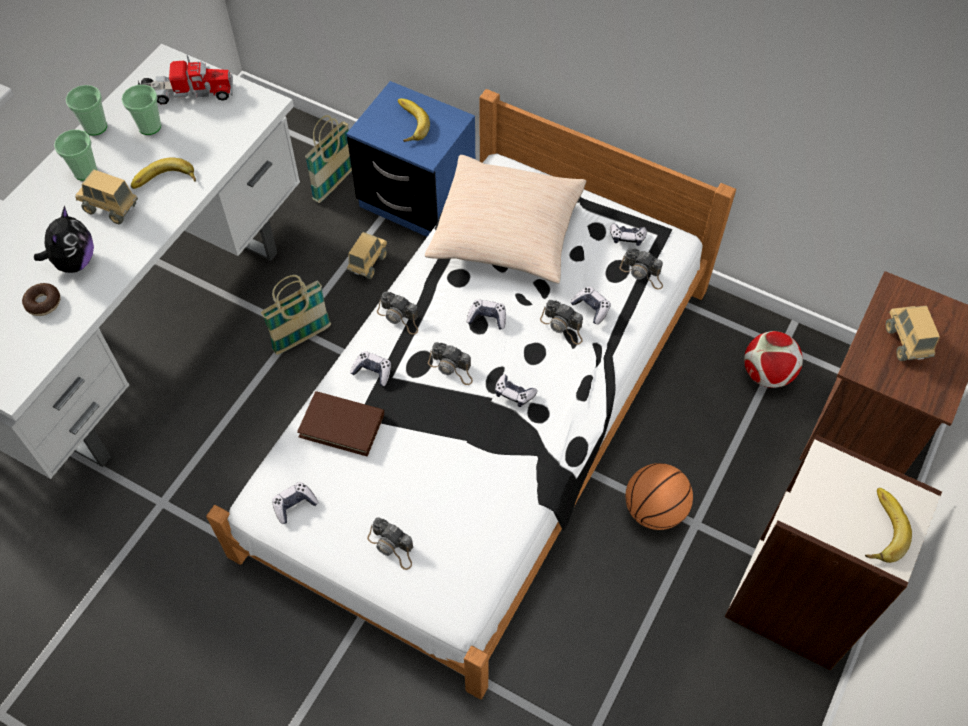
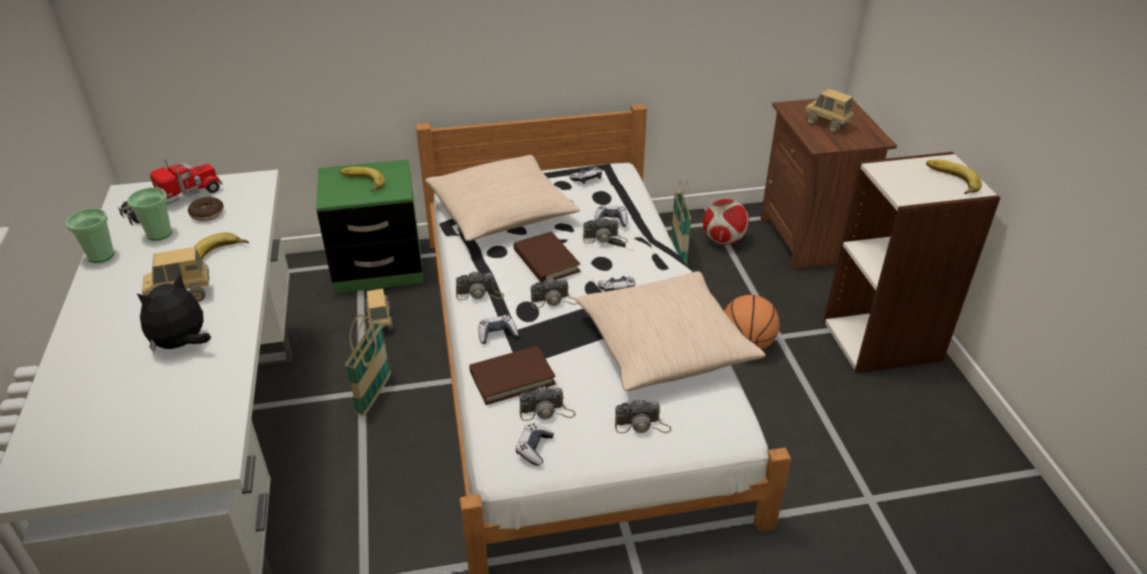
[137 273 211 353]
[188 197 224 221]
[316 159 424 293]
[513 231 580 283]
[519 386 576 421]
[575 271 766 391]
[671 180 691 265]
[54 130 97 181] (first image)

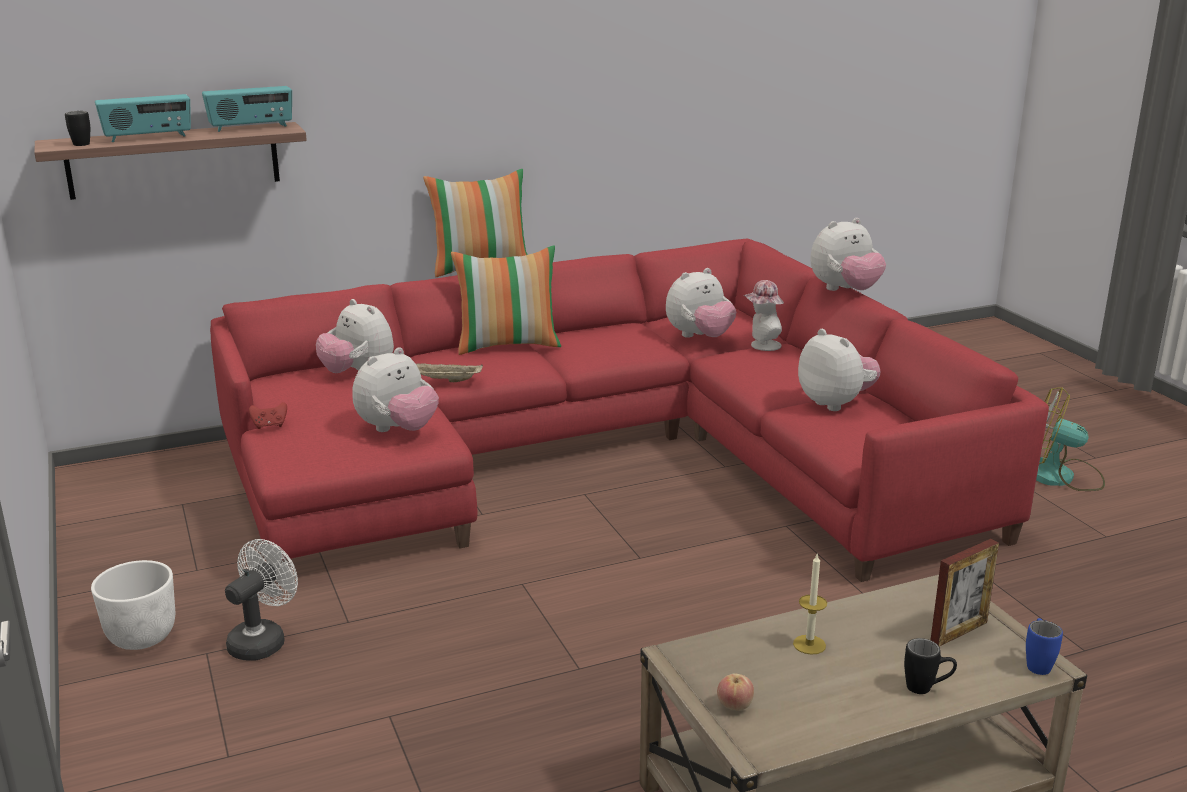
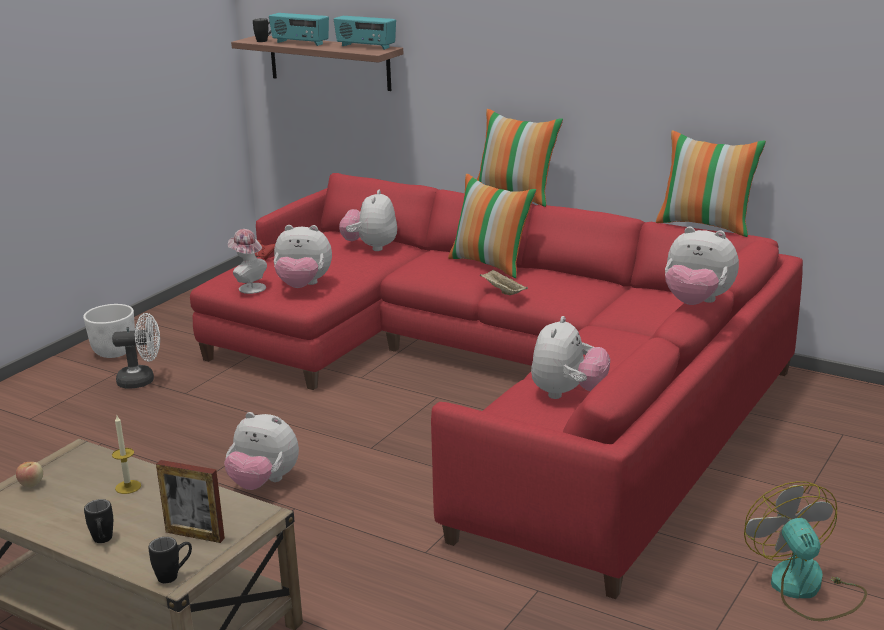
[148 537 192 583]
[224 412 299 490]
[228 229 267 294]
[480 270 528 295]
[656 131 766 237]

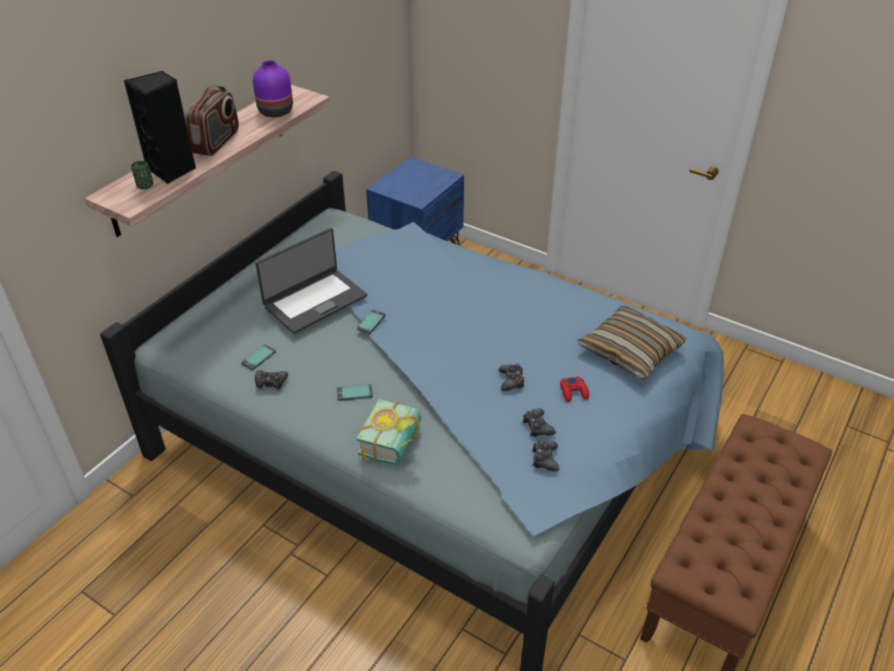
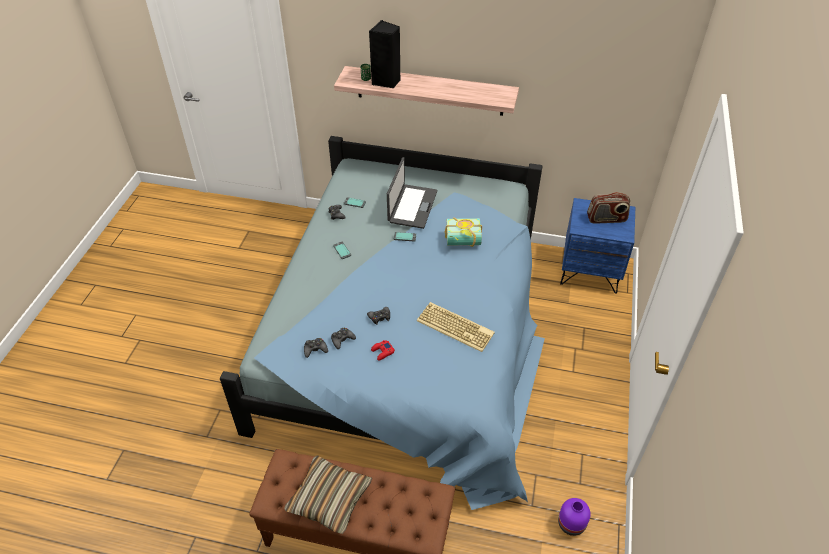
[284 456 372 534]
[387 157 437 229]
[417 302 495 352]
[445 217 482 247]
[558 498 591 536]
[587 192 630 224]

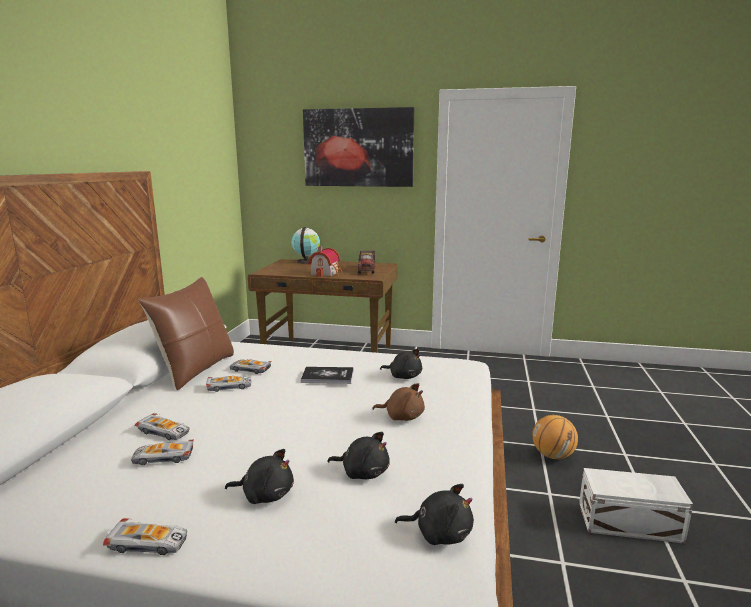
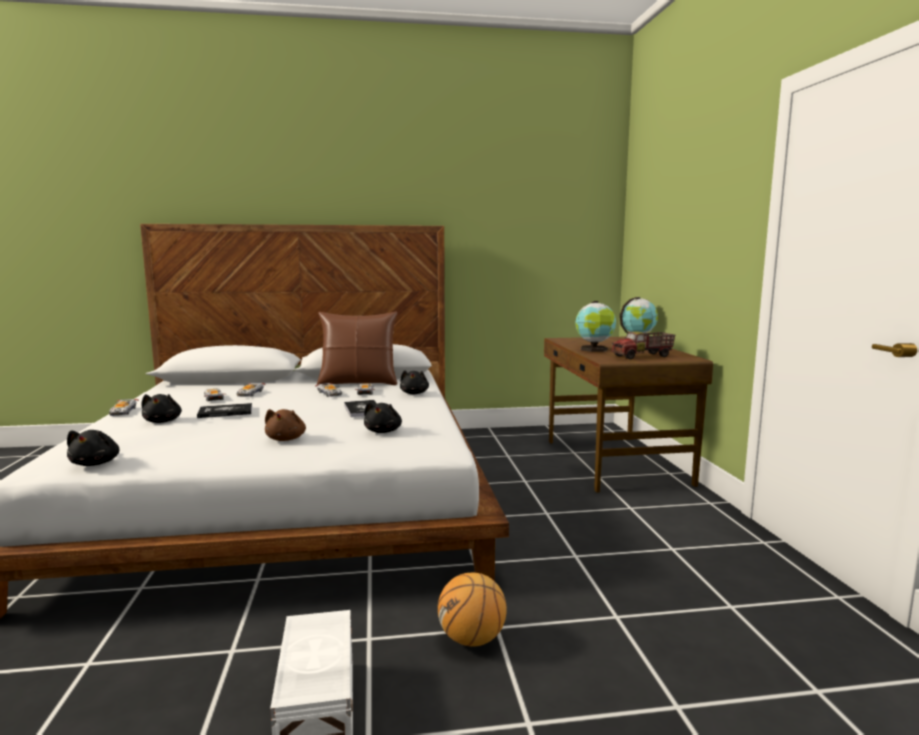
[197 403 252 418]
[400 370 429 394]
[575 301 616 352]
[303 107 414 187] (first image)

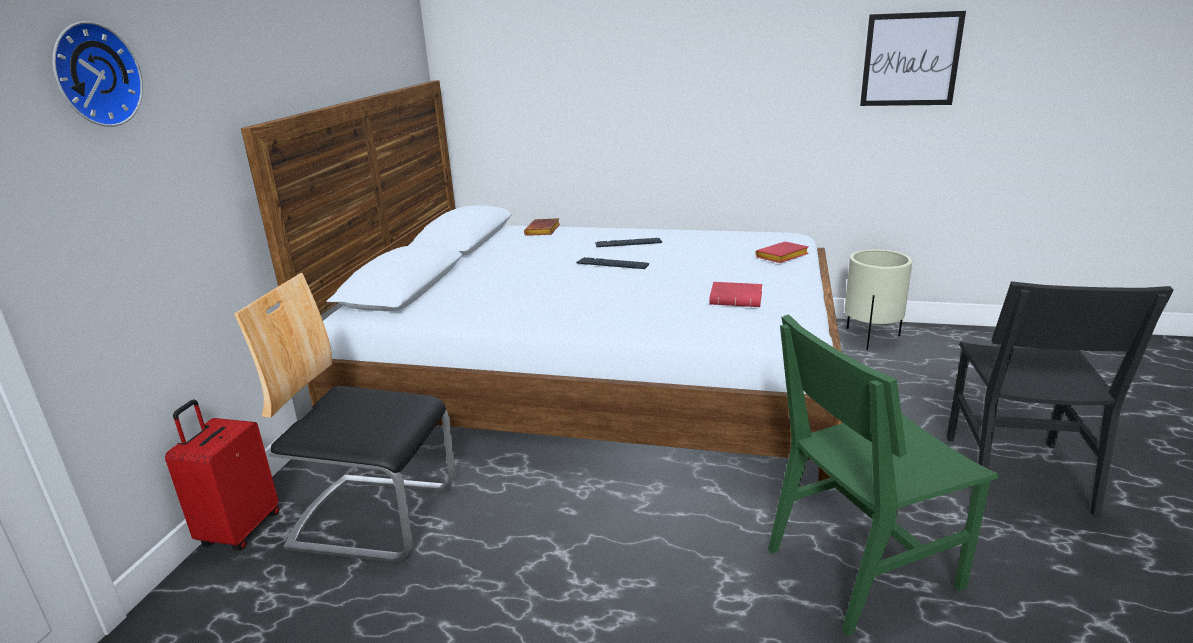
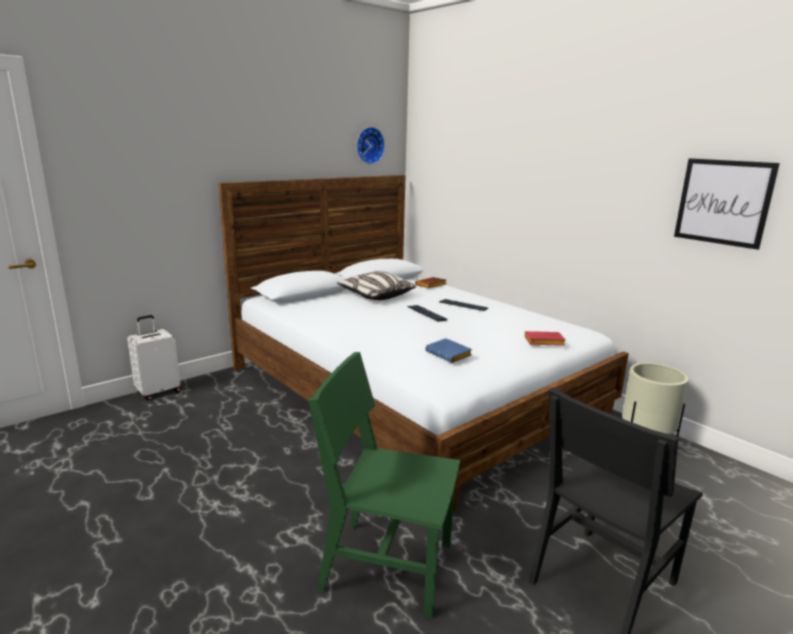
[127 315 181 400]
[337 271 416 300]
[356 127 385 164]
[426 338 472 363]
[234 273 456 562] (first image)

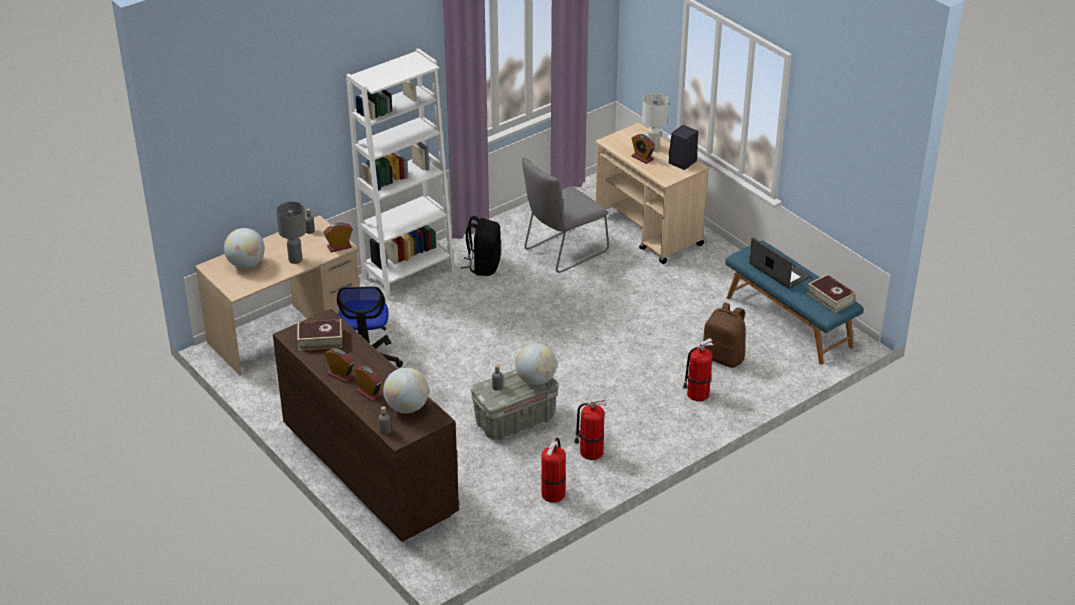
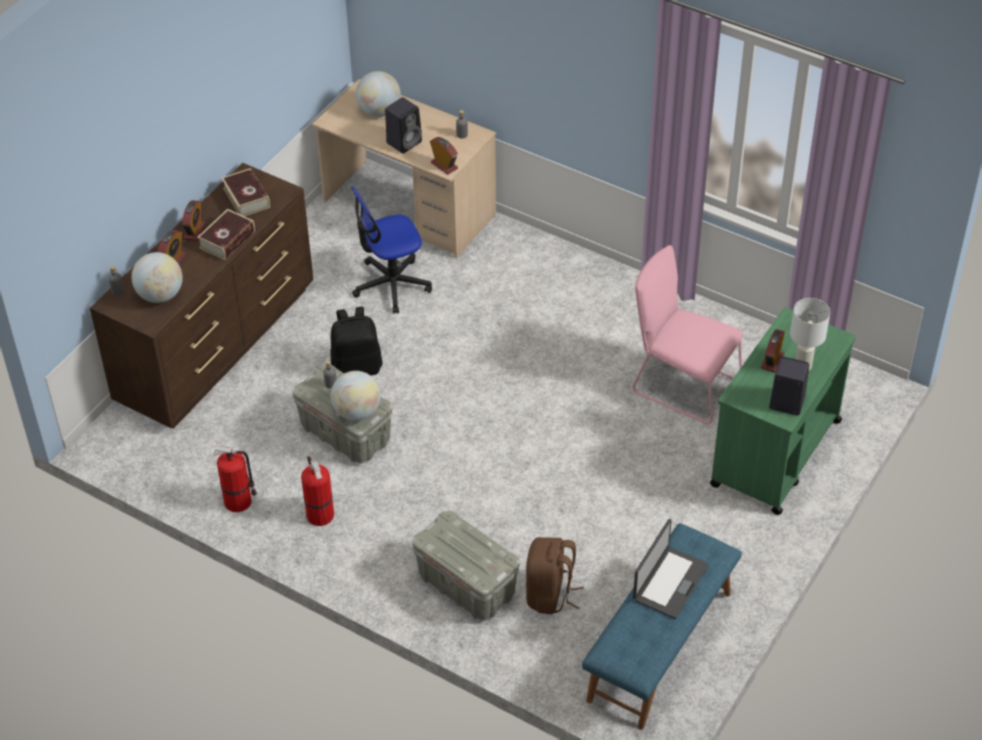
[197 209 255 260]
[330 307 383 376]
[385 97 422 154]
[412 510 520 621]
[633 245 744 424]
[710 307 856 515]
[346 48 454 300] (first image)

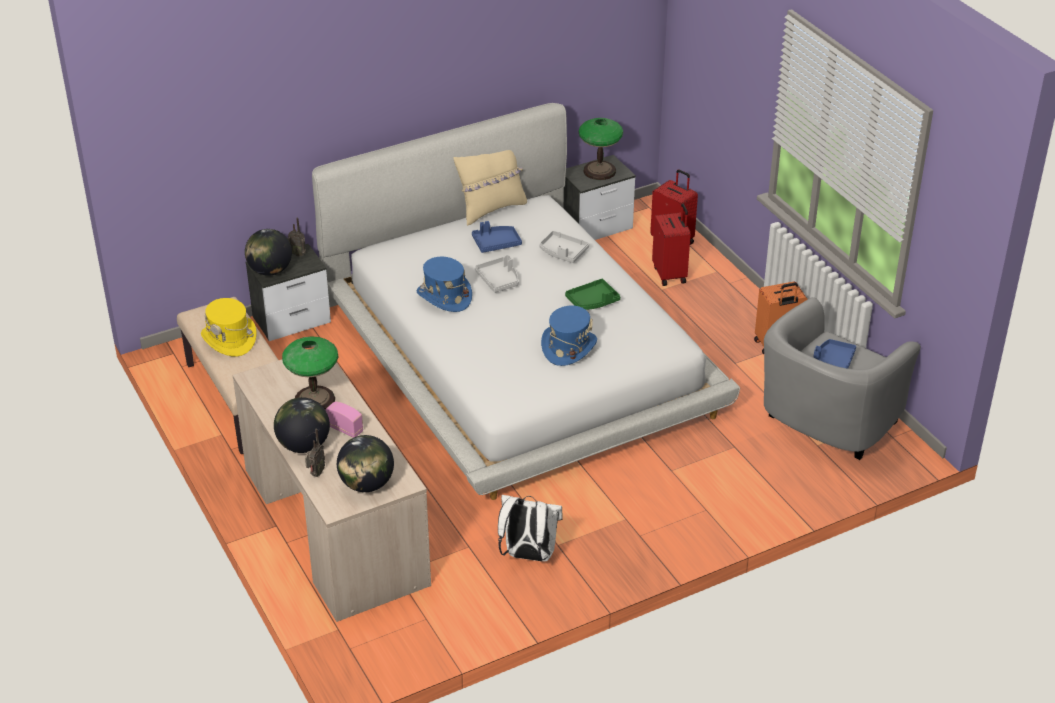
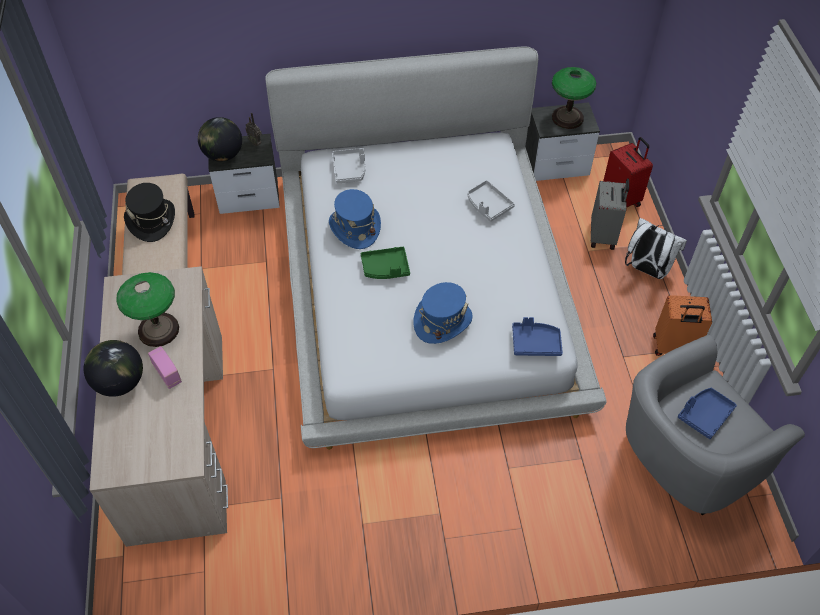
[124 183 175 242]
[332 148 366 183]
[361 247 410 279]
[512 317 563 356]
[591 178 629 250]
[625 218 687 279]
[305 429 325 477] (first image)
[337 435 394 492] (first image)
[454 150 527 226] (first image)

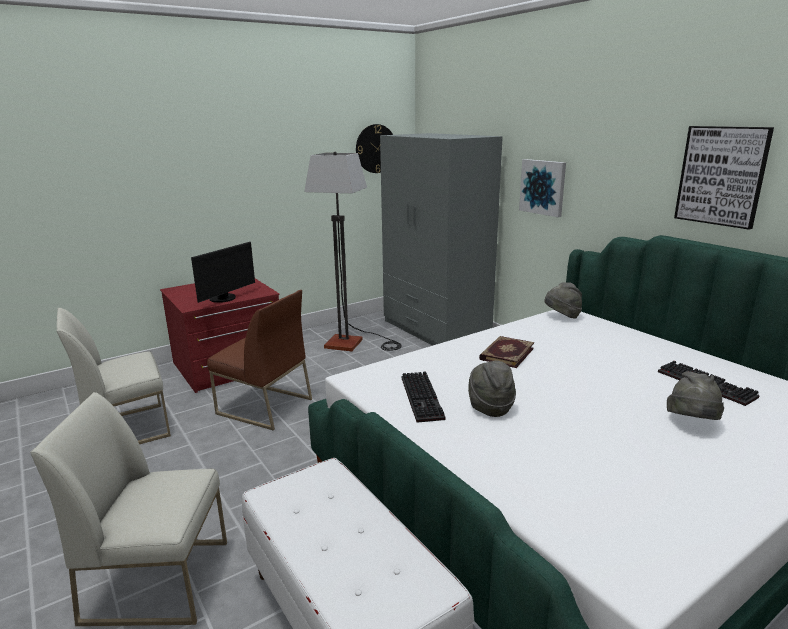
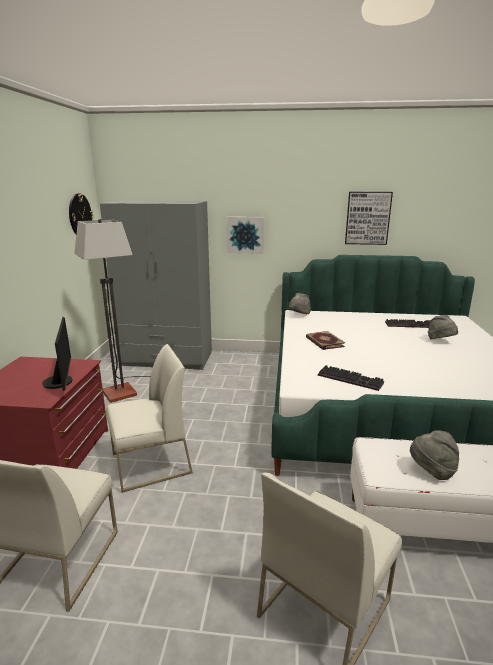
[106 344 193 493]
[410 430 459 480]

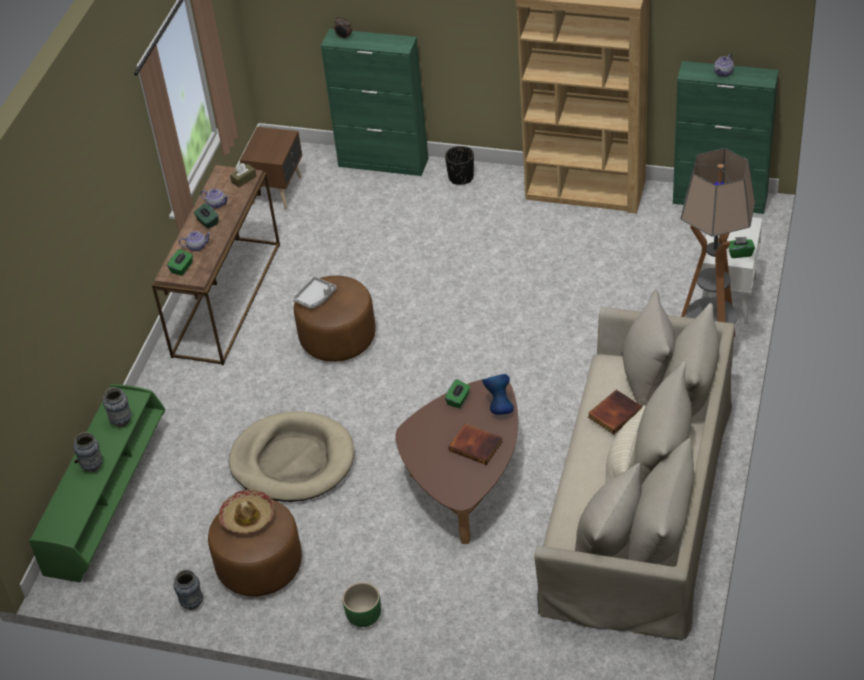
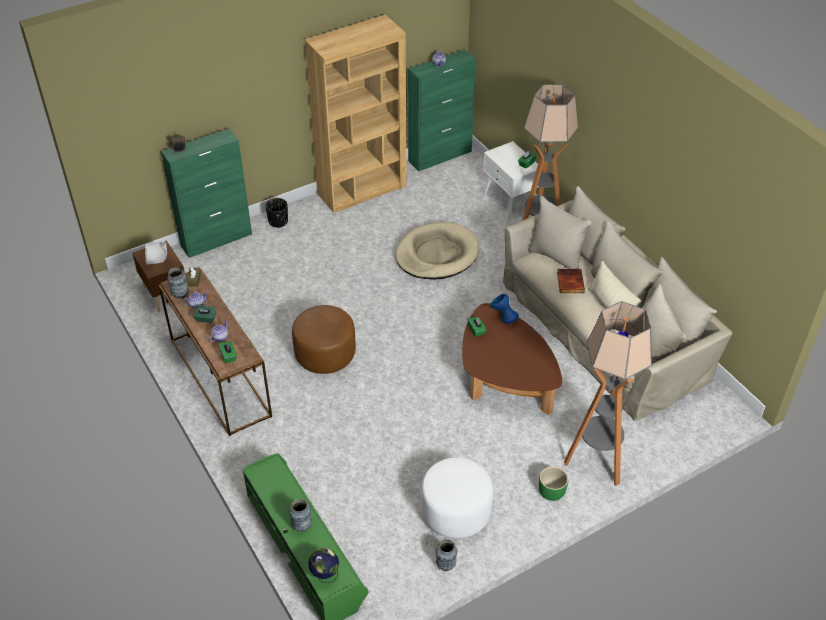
[145 241 167 265]
[167 267 189 299]
[309 548 339 583]
[395 222 479 280]
[421 458 493 539]
[564 301 652 486]
[219 489 274 533] (first image)
[449 423 503 465] (first image)

